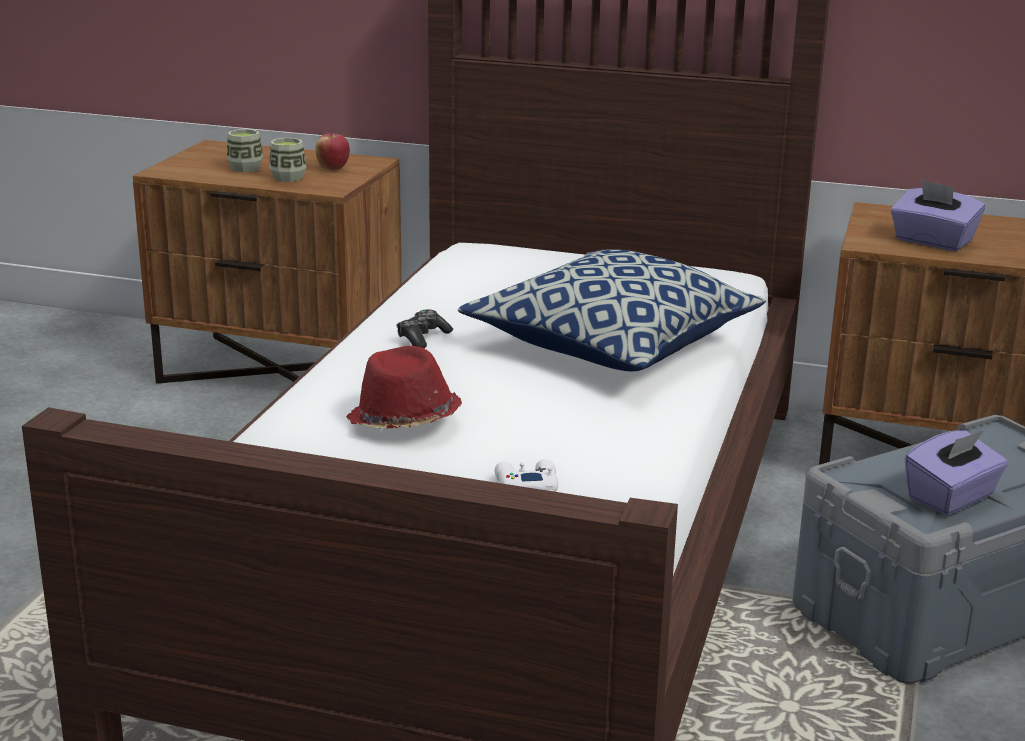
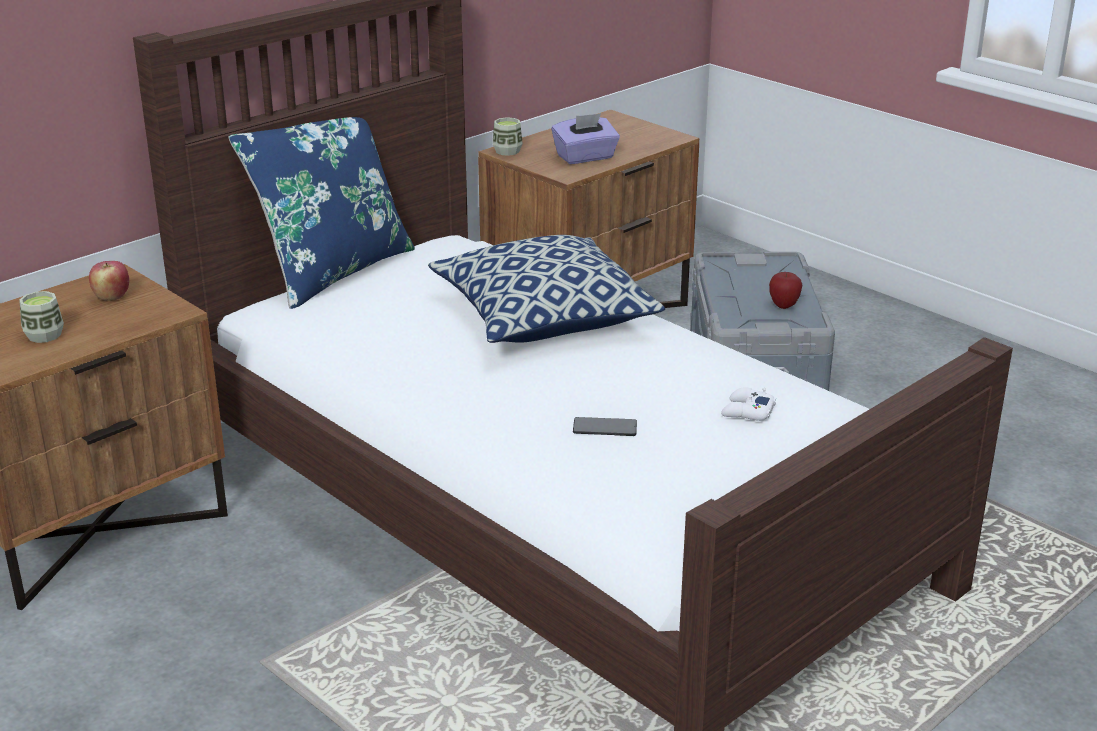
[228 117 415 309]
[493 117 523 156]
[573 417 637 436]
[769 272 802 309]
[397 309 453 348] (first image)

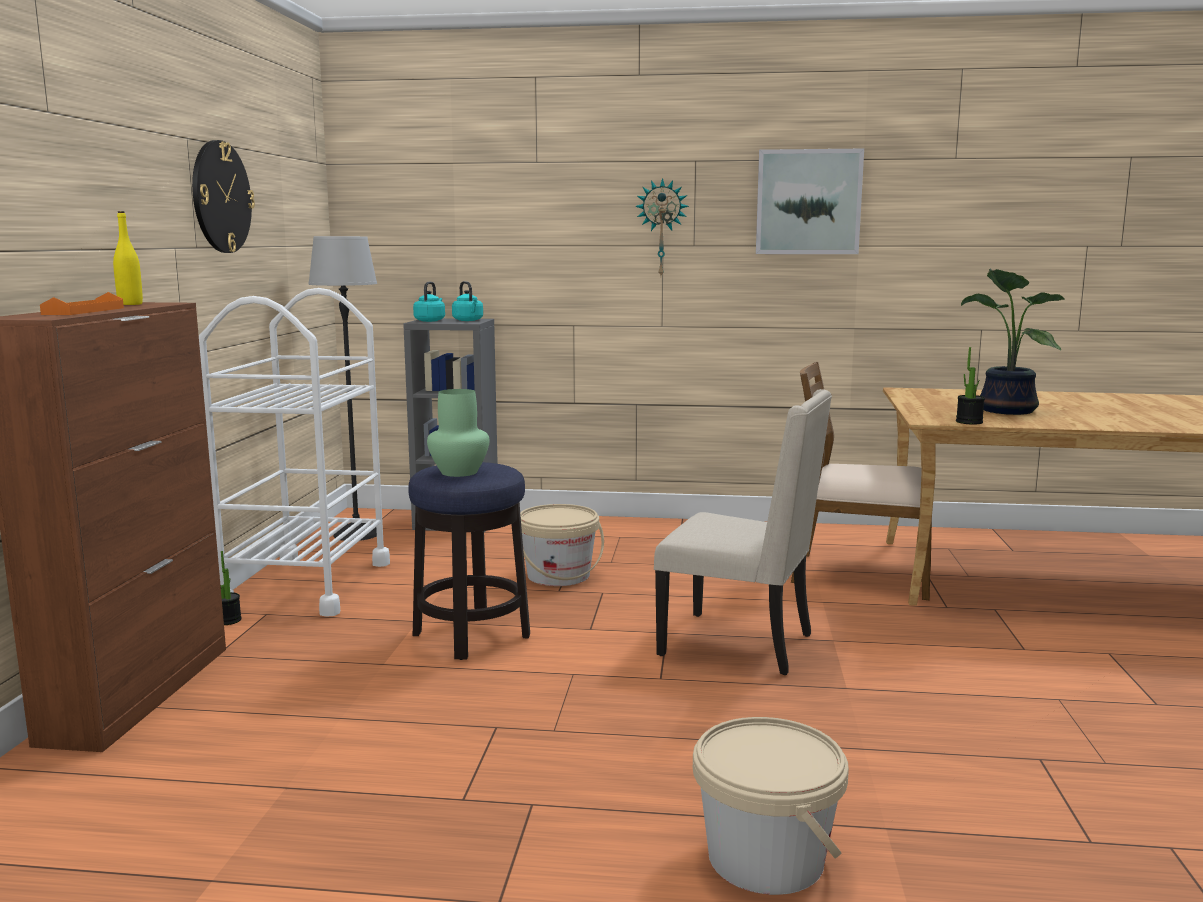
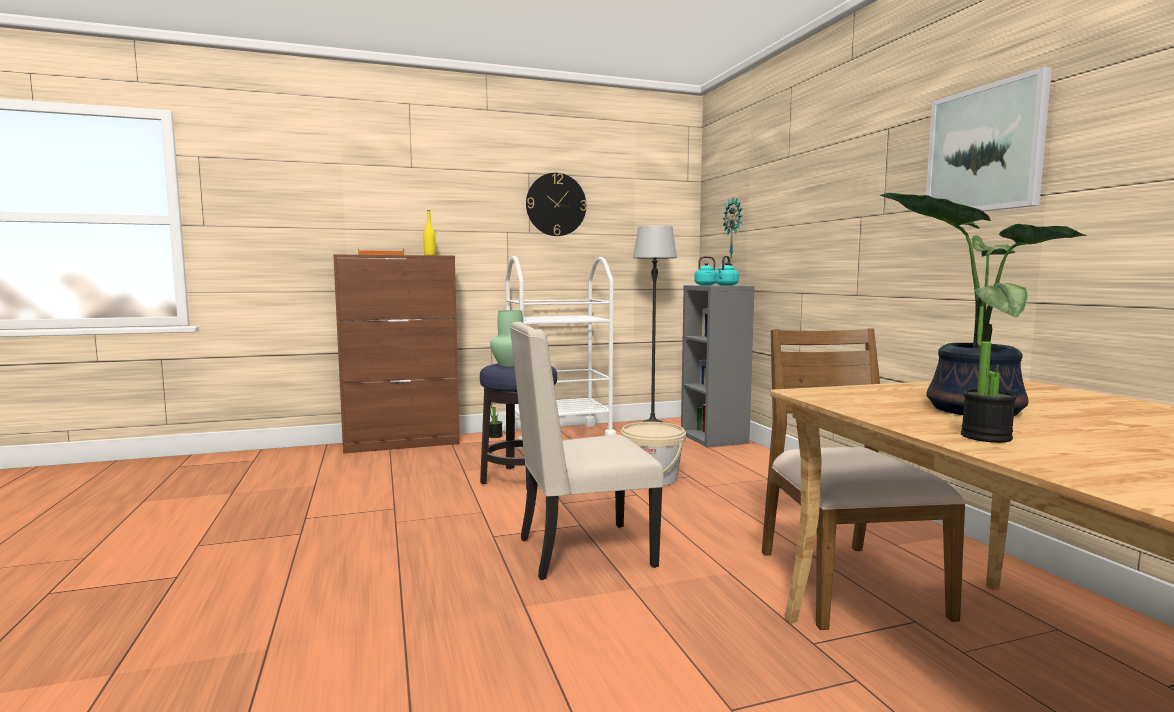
[510 322 664 580]
[723 198 743 266]
[961 306 1016 443]
[693 717 849 895] (first image)

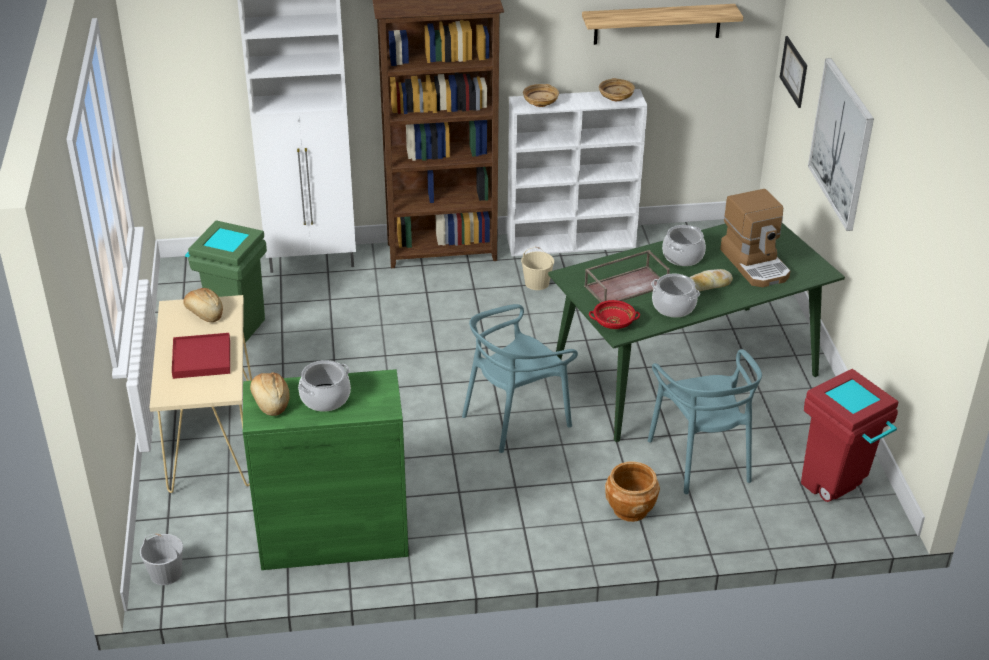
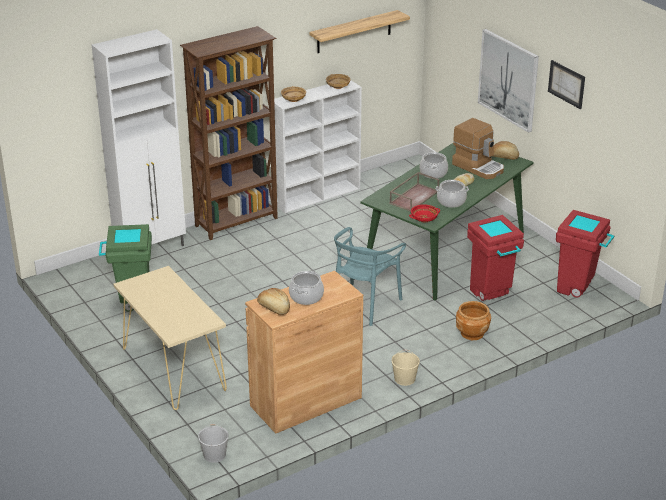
[245 271 363 434]
[392 350 420 386]
[467 215 524 301]
[493 141 519 160]
[548 60 585 109]
[172 333 230 379] (first image)

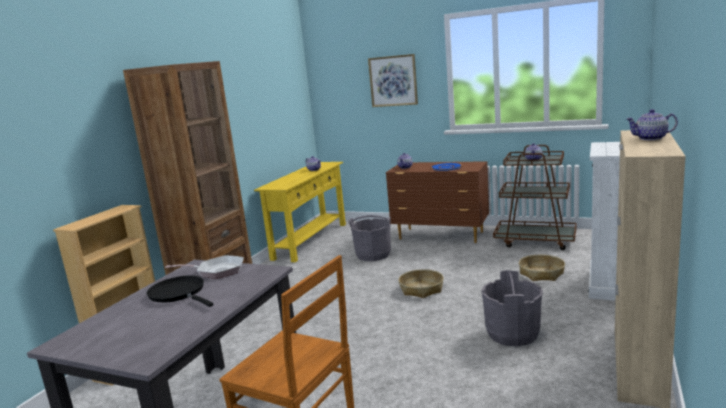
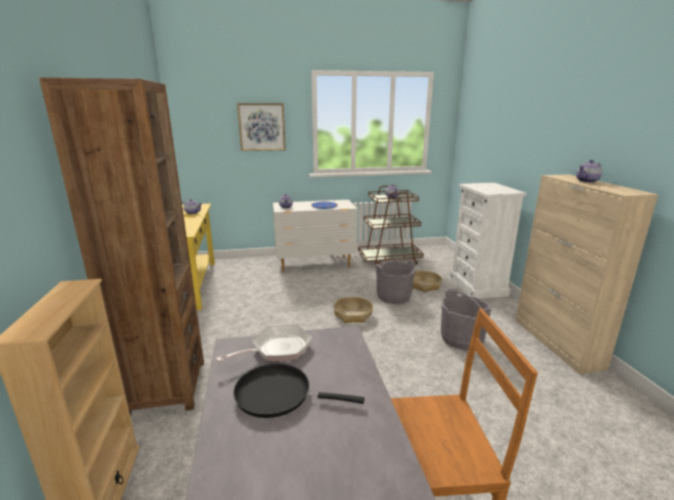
[273 200 357 272]
[375 258 416 304]

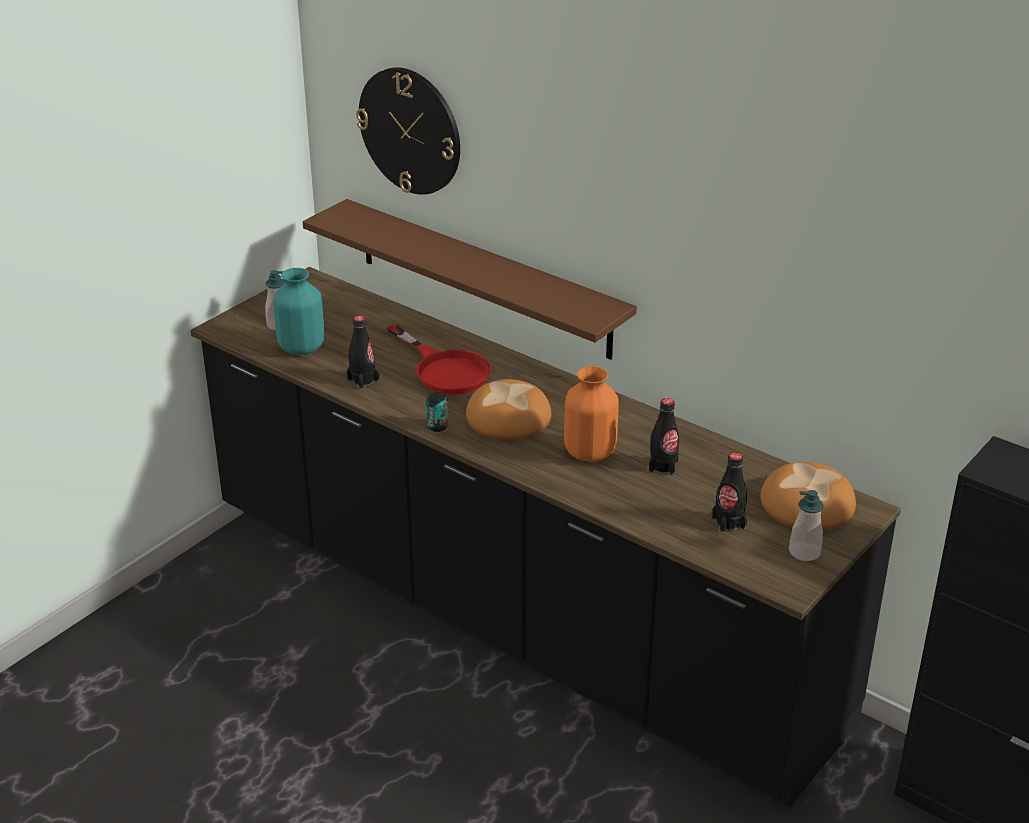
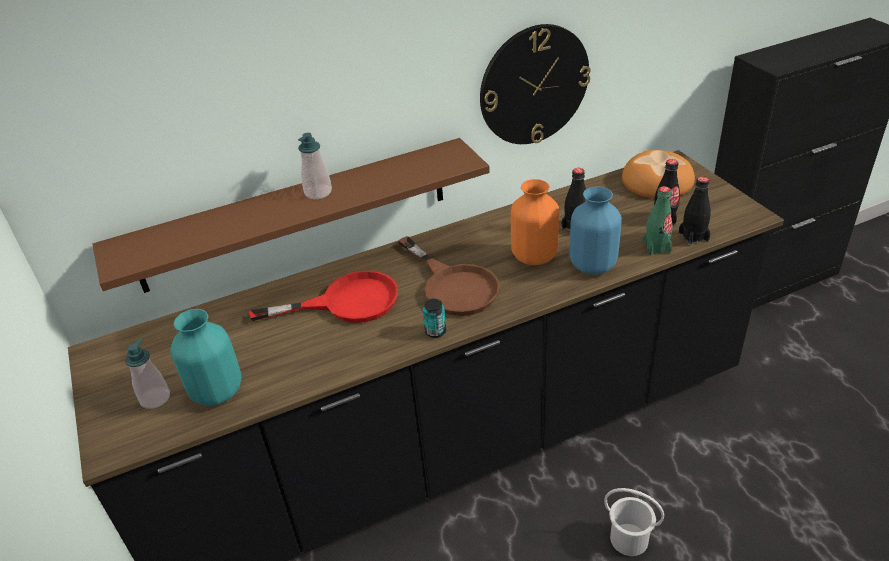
[298 133 332 199]
[398 236 500 316]
[480 24 591 144]
[569 186 622 274]
[604 488 664 556]
[643 186 673 255]
[679 176 711 246]

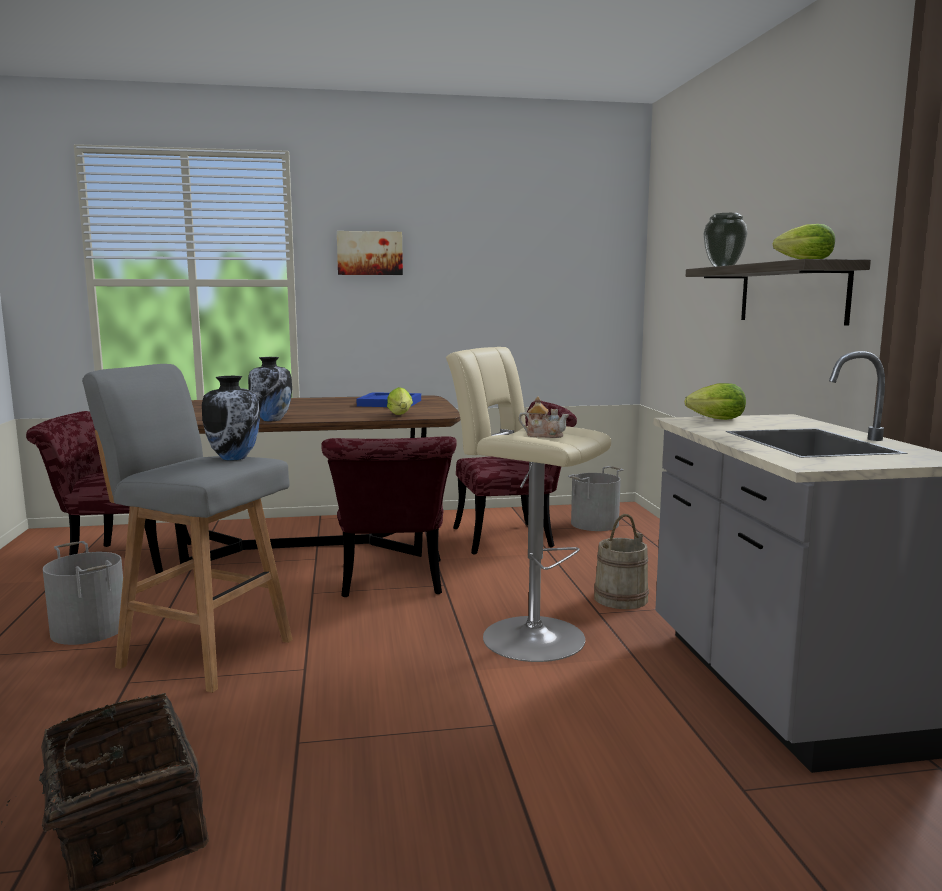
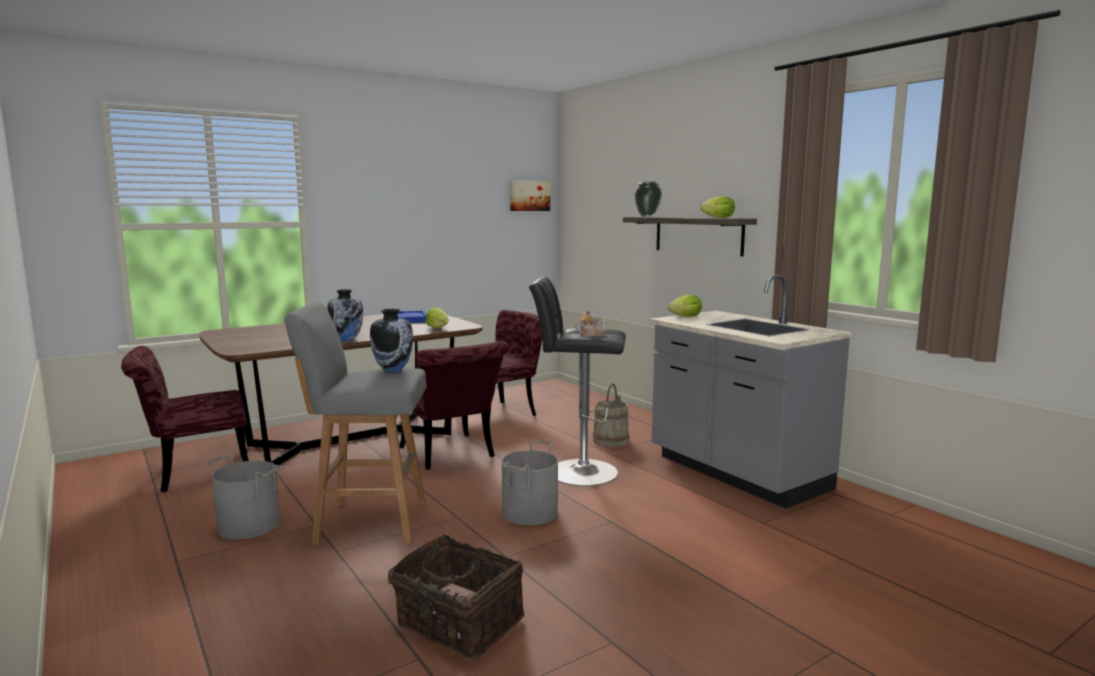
[502 440 558 525]
[510 180 550 211]
[529 277 626 486]

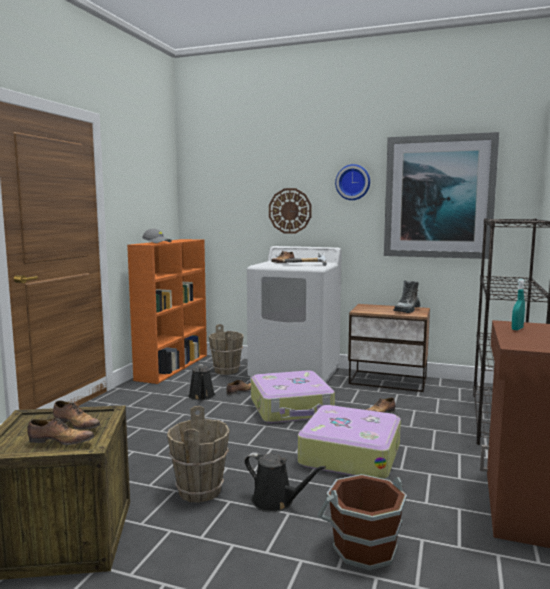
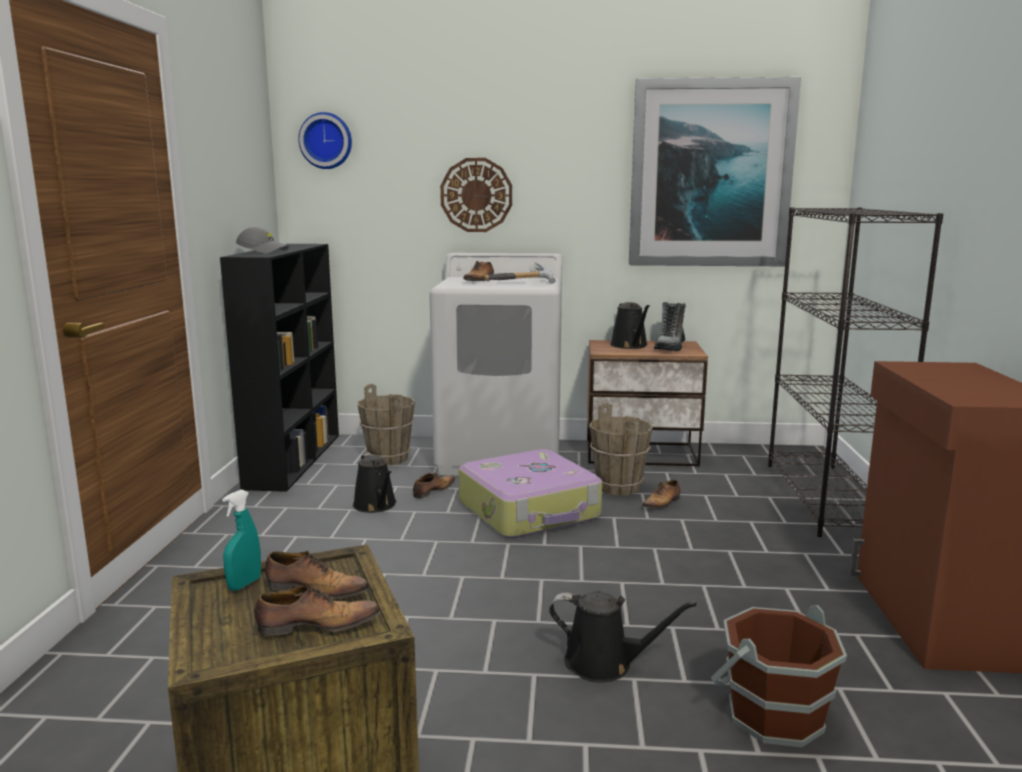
[220 244 339 492]
[222 490 261 591]
[298 112 352 169]
[589 403 653 496]
[610 302 650 349]
[297 405 401 479] (first image)

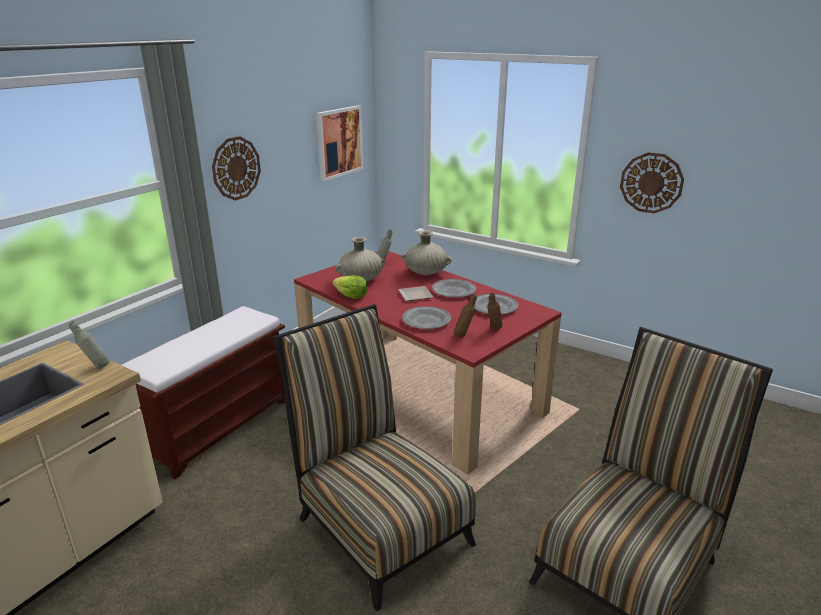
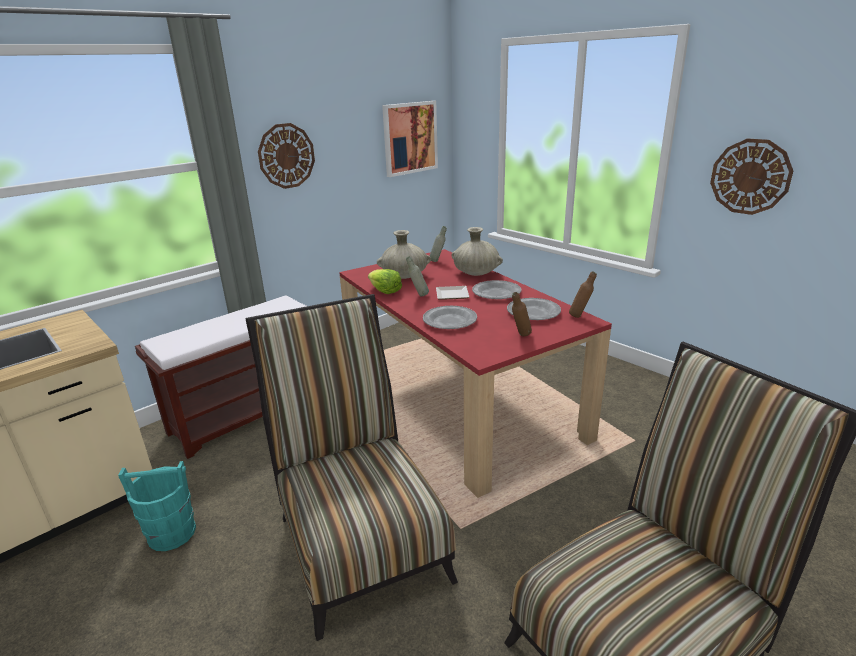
[118 461 196 551]
[406 256 429 296]
[569 271 597 318]

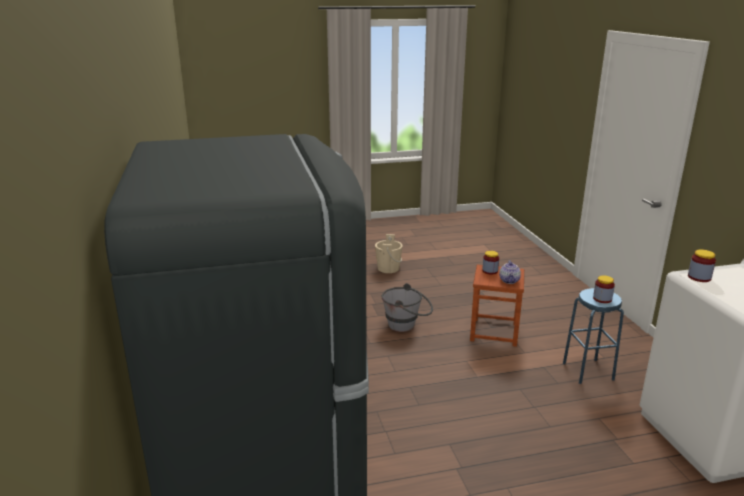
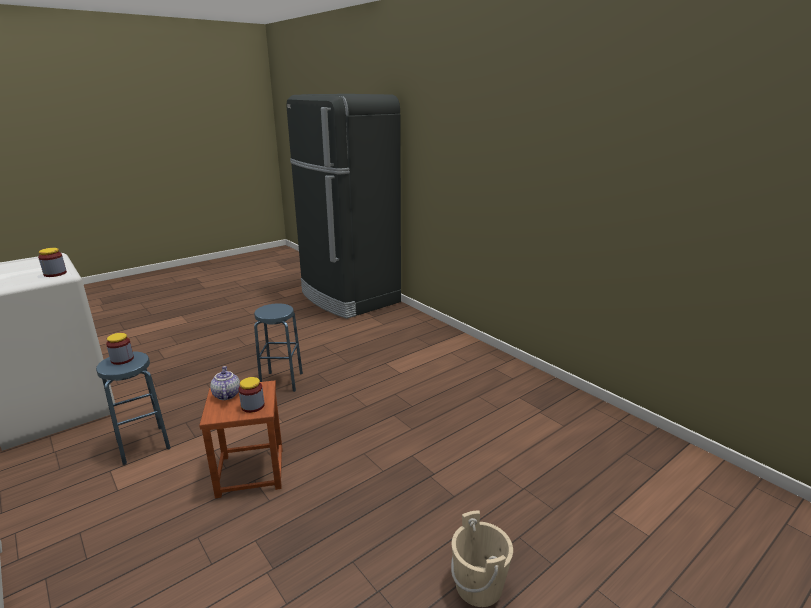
[254 303 303 392]
[381 283 433 332] (first image)

